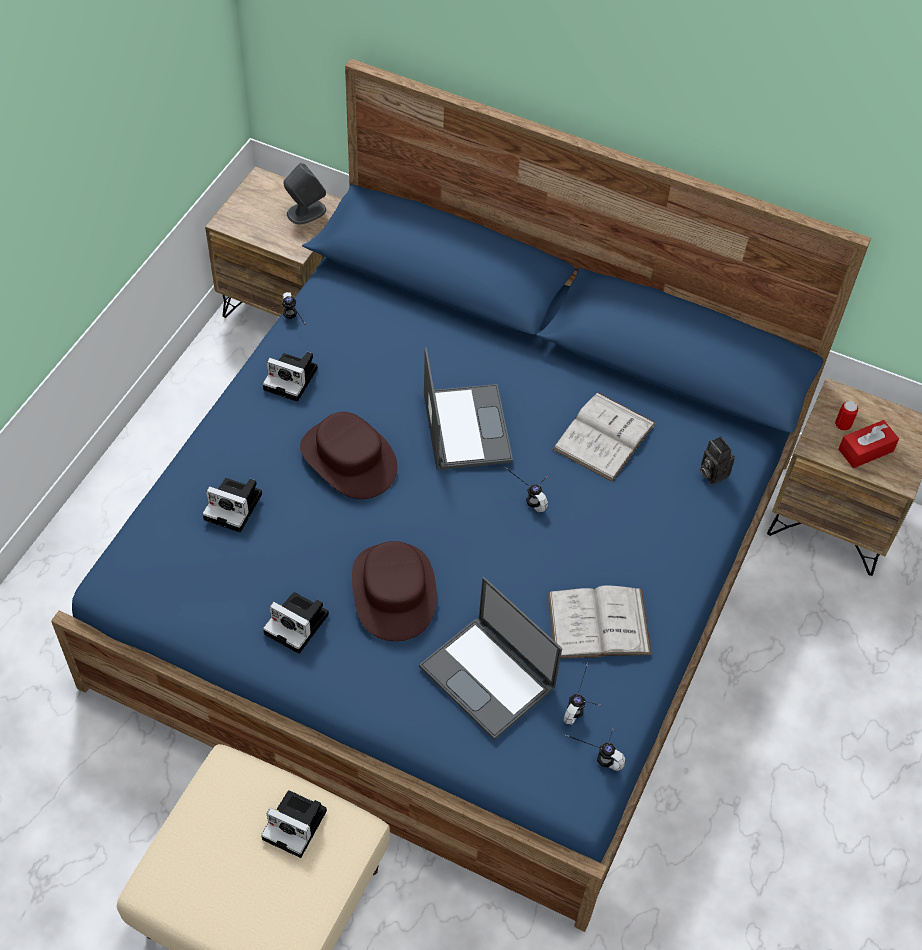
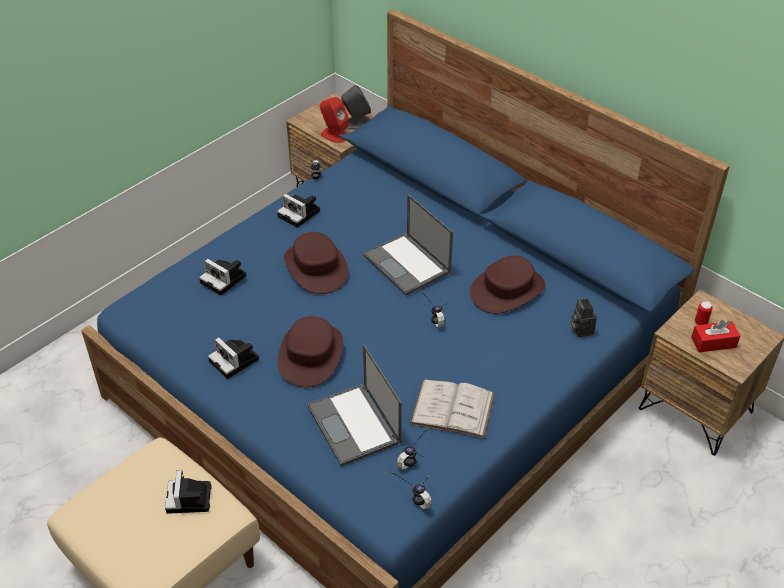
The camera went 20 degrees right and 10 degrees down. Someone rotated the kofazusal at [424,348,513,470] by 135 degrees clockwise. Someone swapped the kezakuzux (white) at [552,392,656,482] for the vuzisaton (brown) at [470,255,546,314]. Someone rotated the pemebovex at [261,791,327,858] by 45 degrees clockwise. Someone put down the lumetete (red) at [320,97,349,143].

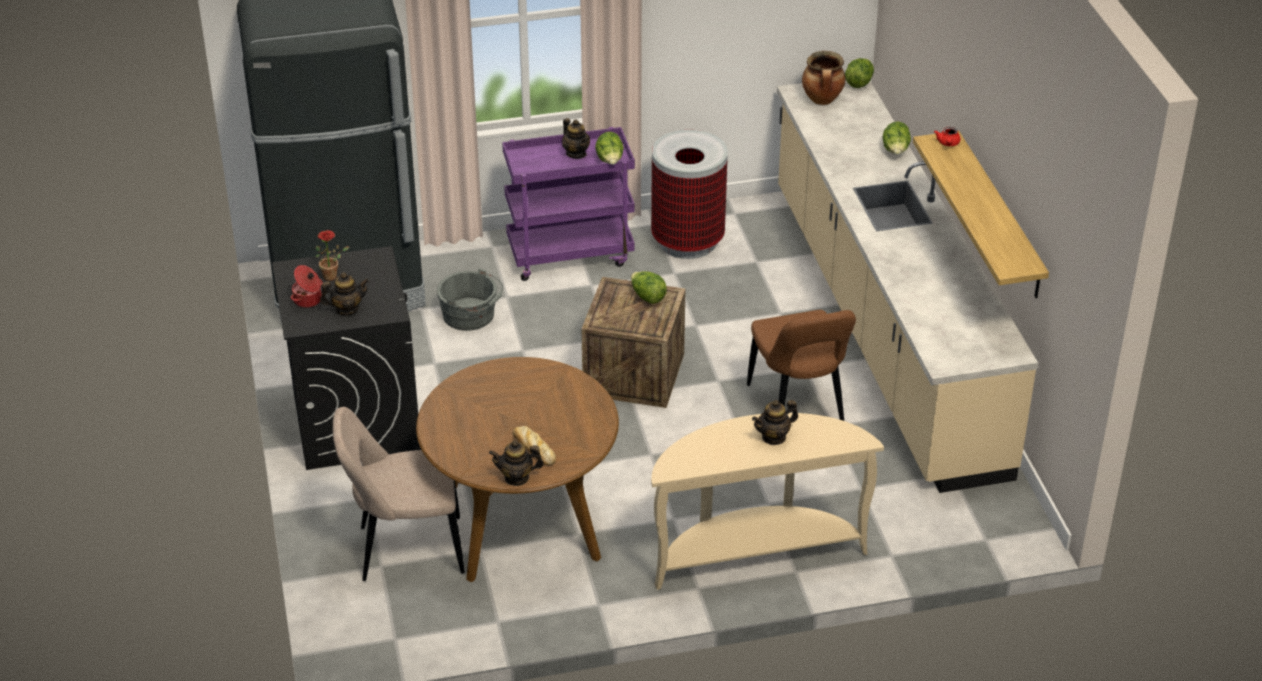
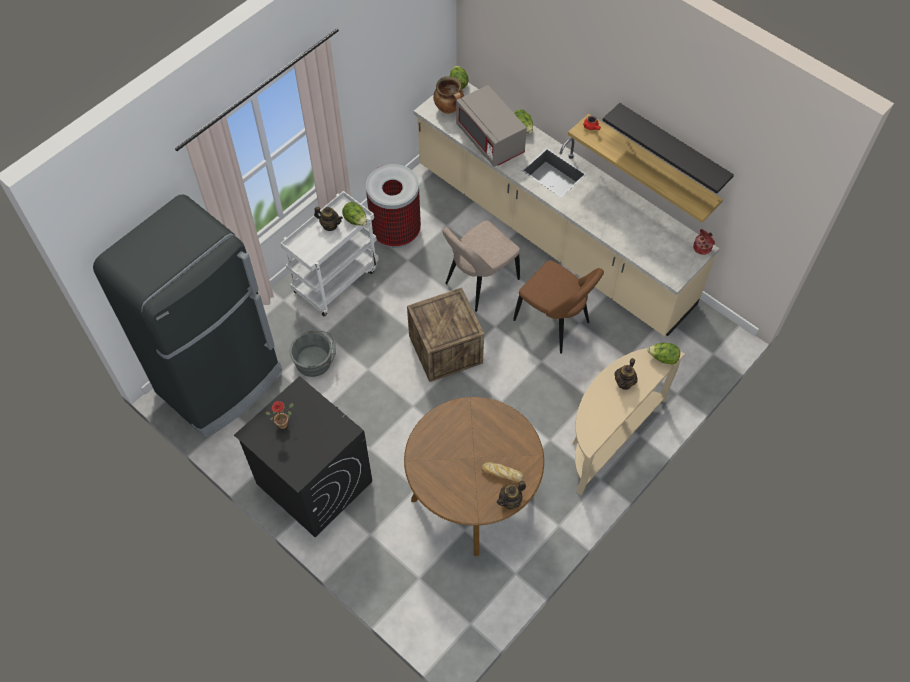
The camera went 35 degrees left and 20 degrees up. Someone repainted the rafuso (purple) at [502,127,635,281], which became the rafuso (white) at [280,191,379,316]. Someone carried the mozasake from [291,265,323,308] to [693,229,715,255]. Someone carried the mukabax from [631,271,667,304] to [647,343,680,365]. Someone took away the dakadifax at [320,272,369,316]. Someone carried the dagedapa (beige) from [333,407,465,581] to [442,221,520,312]. Someone put down the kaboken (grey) at [456,85,527,167]. Someone put up the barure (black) at [603,103,734,194].

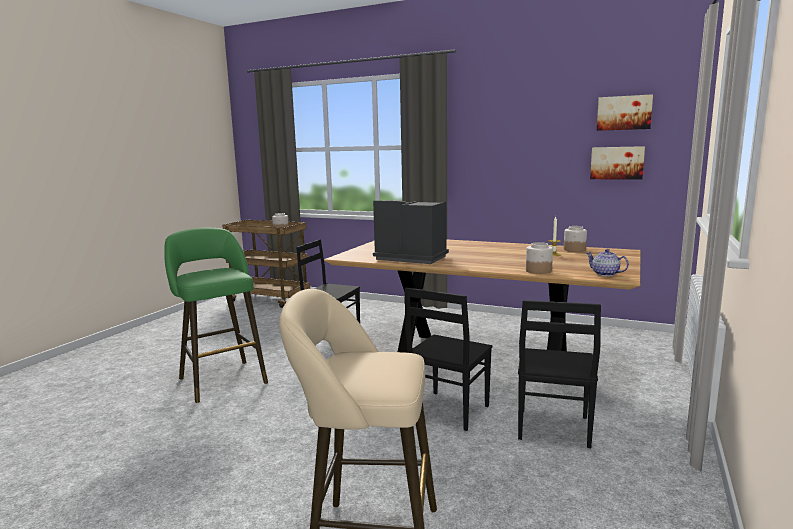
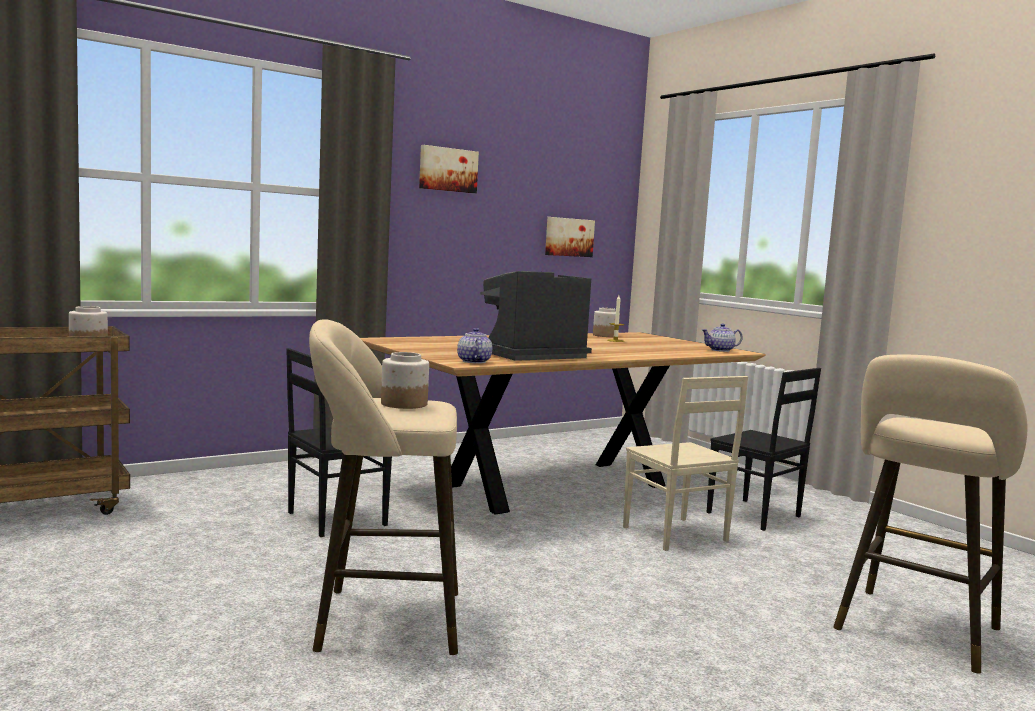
The camera went 60 degrees left and 5 degrees down. Someone carried the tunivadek from [597,94,653,131] to [419,145,479,193]. Someone repainted the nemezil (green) at [164,228,268,403], which became the nemezil (beige) at [309,319,458,655]. Someone carried the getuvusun from [526,242,553,274] to [381,352,429,409]. Someone repainted the dagedapa (black) at [405,287,492,431], which became the dagedapa (beige) at [623,376,748,551]. Someone put down the dakadifax at [457,328,492,363].

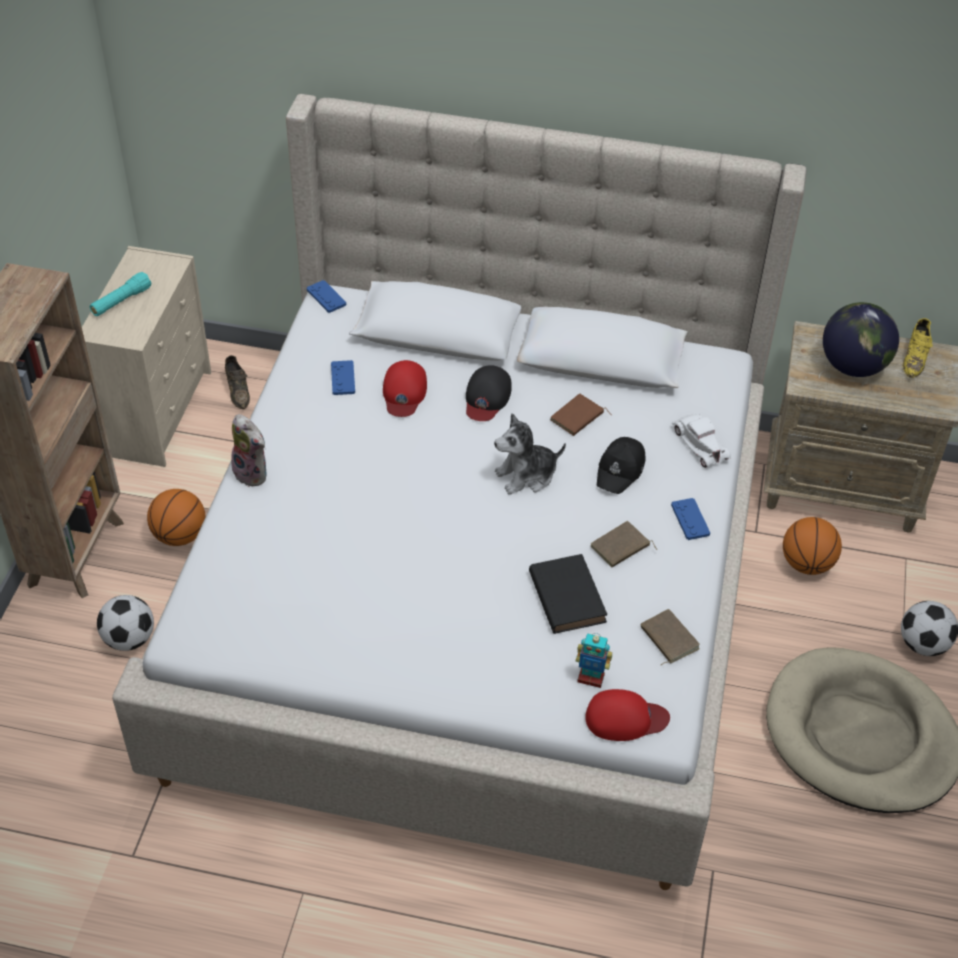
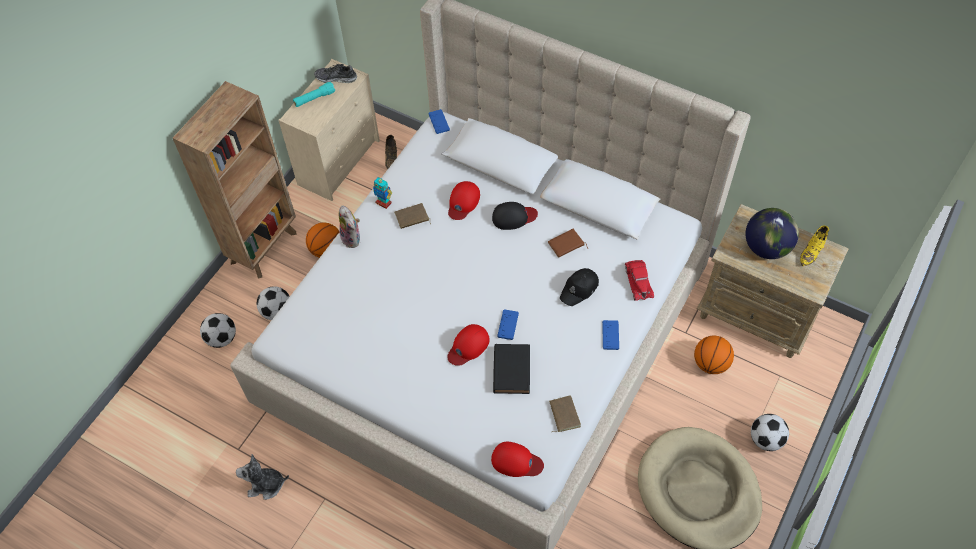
The camera went 20 degrees right and 10 degrees up. Someone carried the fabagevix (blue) from [331,360,355,395] to [497,309,519,340]. Someone rotated the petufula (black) at [466,365,512,421] by 135 degrees counterclockwise. Someone carried the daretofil from [494,413,566,495] to [236,454,289,500]. Someone repainted the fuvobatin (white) at [672,414,731,468], which became the fuvobatin (red) at [625,260,654,301]. Someone carried the kezakuzux (brown) from [590,521,657,568] to [394,203,431,229]. Someone carried the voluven from [575,633,612,688] to [373,177,392,209]. Someone put down the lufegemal at [314,64,357,83]. Someone put down the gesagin at [200,313,236,348]. Someone put down the petufula (red) at [447,324,490,366].

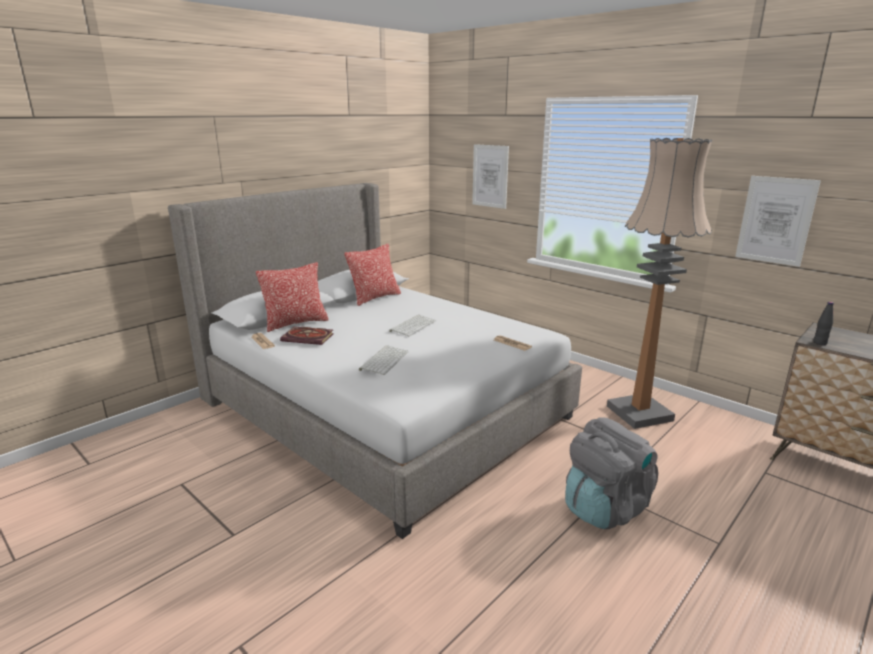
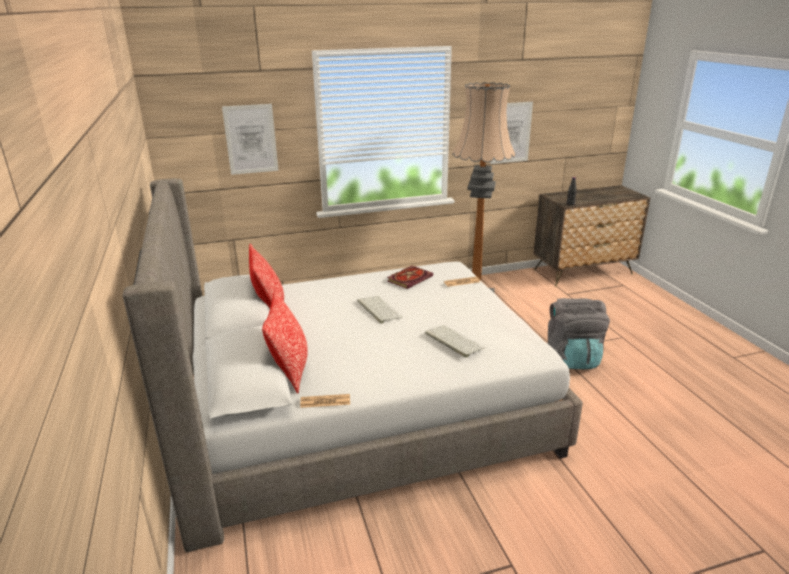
The camera went 60 degrees left and 5 degrees up. Someone carried the kezakuzux from [280,326,334,345] to [387,266,433,289].

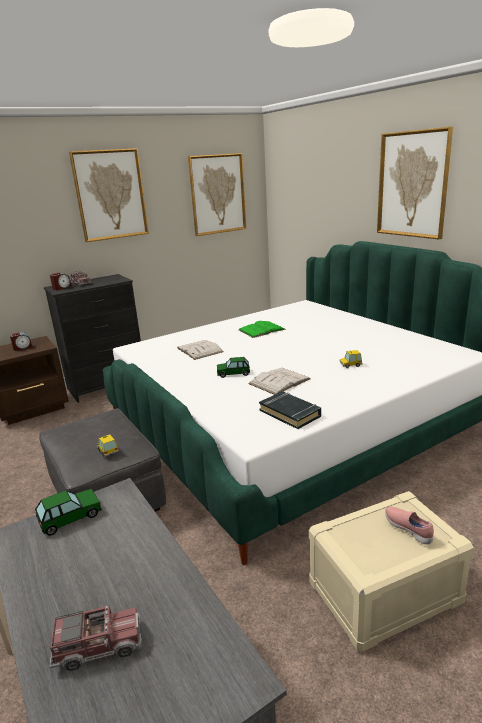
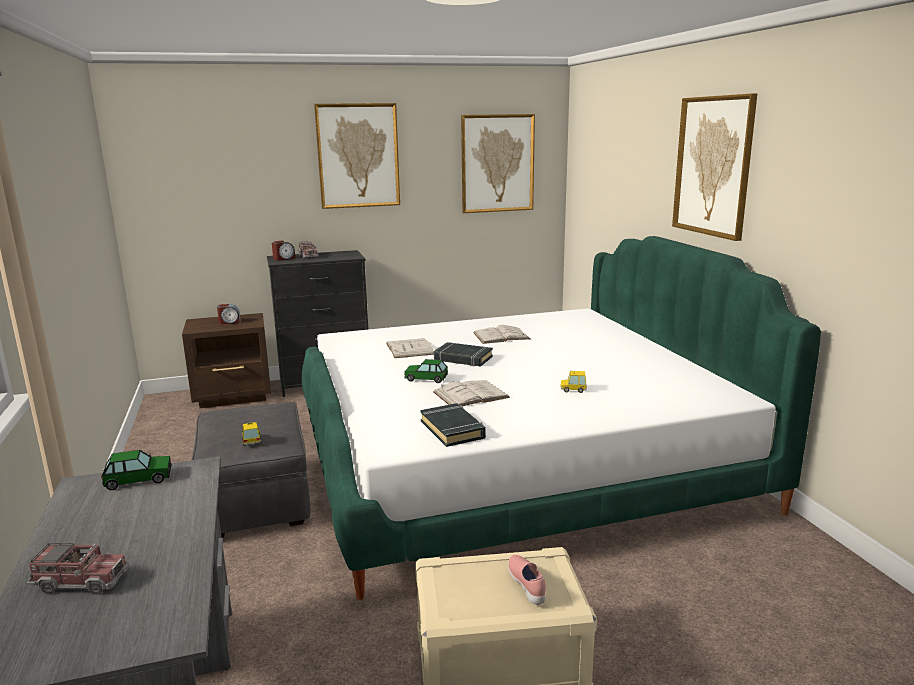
The camera went 15 degrees right and 5 degrees down. Someone repainted the kezakuzux (green) at [239,321,286,338], which became the kezakuzux (white) at [473,325,530,344]. Someone put down the kezakuzux (black) at [434,342,493,367].

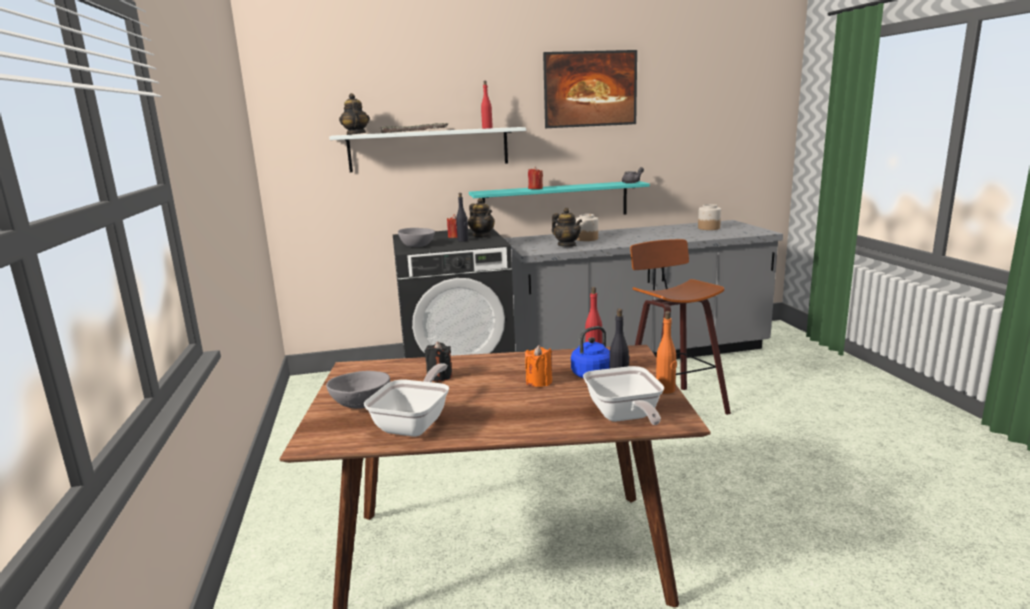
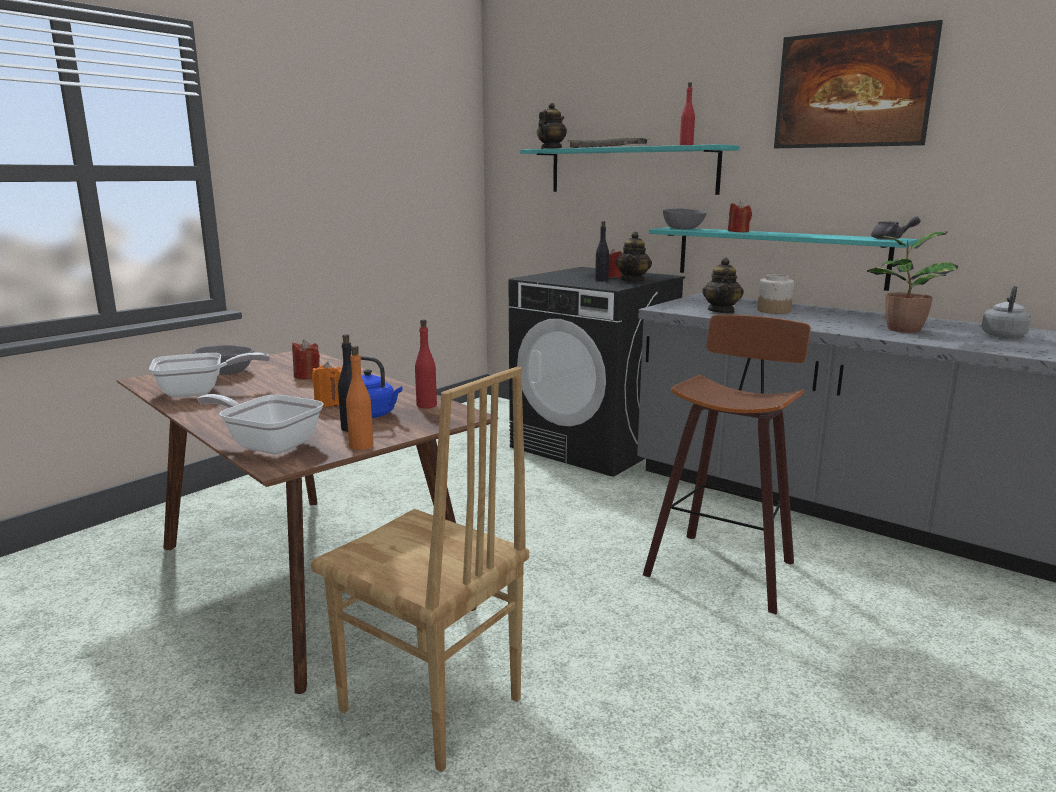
The camera went 50 degrees right and 0 degrees up. Someone repainted the barure (white) at [329,127,526,172], which became the barure (turquoise) at [520,144,739,195]. Someone swapped the getuvusun at [698,204,721,230] for the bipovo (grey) at [981,286,1031,338]. Someone carried the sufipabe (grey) from [398,228,435,247] to [663,209,707,229]. Someone repainted the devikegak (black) at [425,342,452,381], which became the devikegak (red) at [292,339,320,379]. Someone rotated the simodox at [583,366,664,425] by 75 degrees clockwise. Someone put down the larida at [867,231,958,333]. Someone put down the dagedapa (brown) at [311,366,529,772].

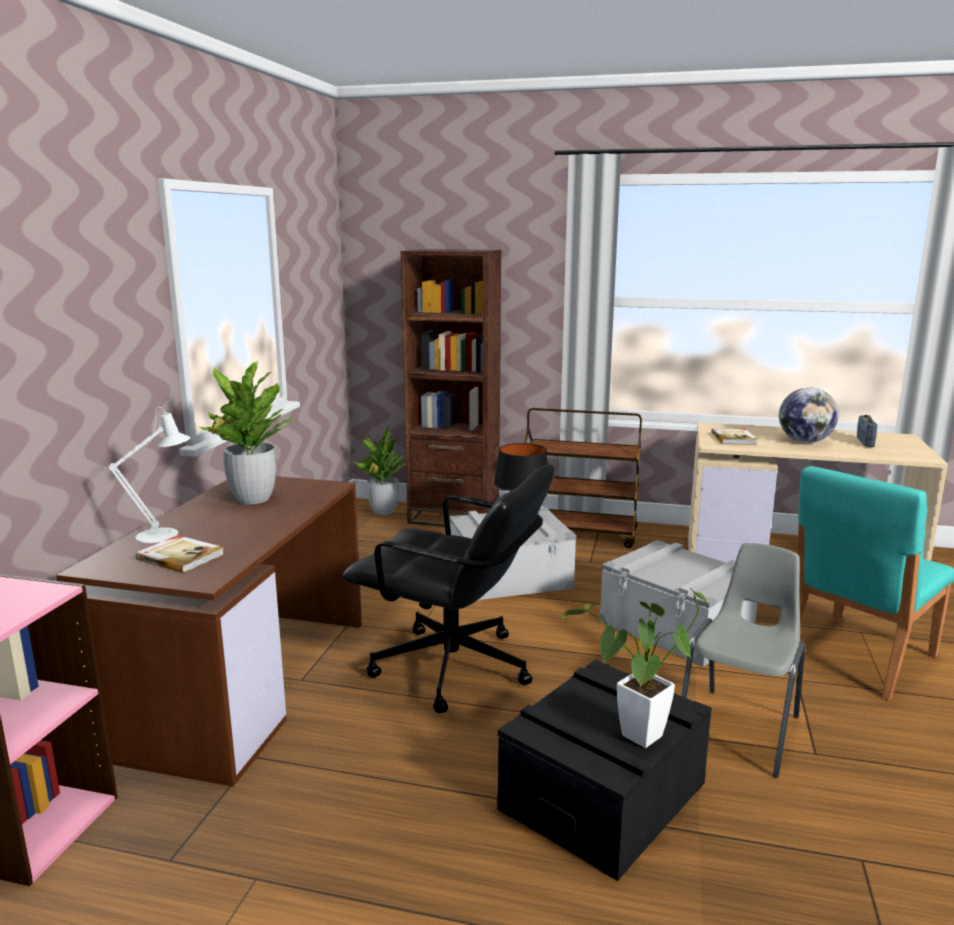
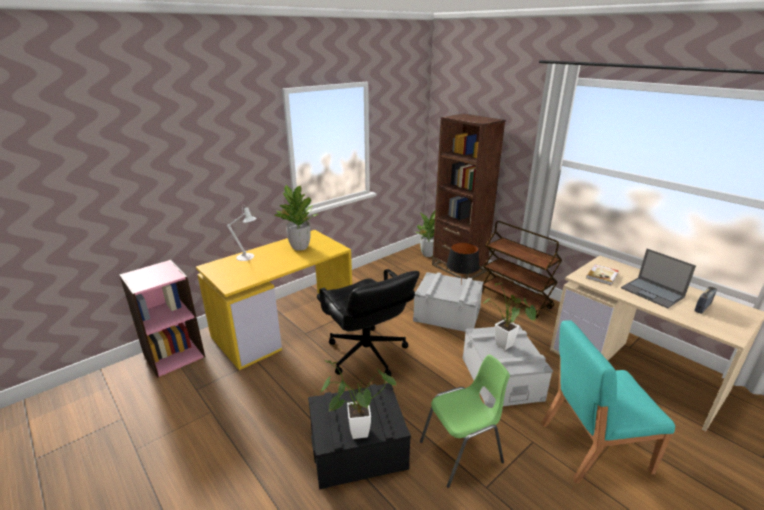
The camera went 35 degrees right and 10 degrees up. Someone swapped the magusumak at [779,387,839,443] for the kofazusal at [621,249,696,308]. Someone repainted the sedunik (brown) at [56,476,362,787], which became the sedunik (yellow) at [196,230,352,370]. Someone took away the kezakuzux at [135,535,224,573]. Someone repainted the dagedapa (grey) at [681,543,806,778], which became the dagedapa (green) at [420,355,510,488]. Someone put down the larida at [483,283,536,350].

